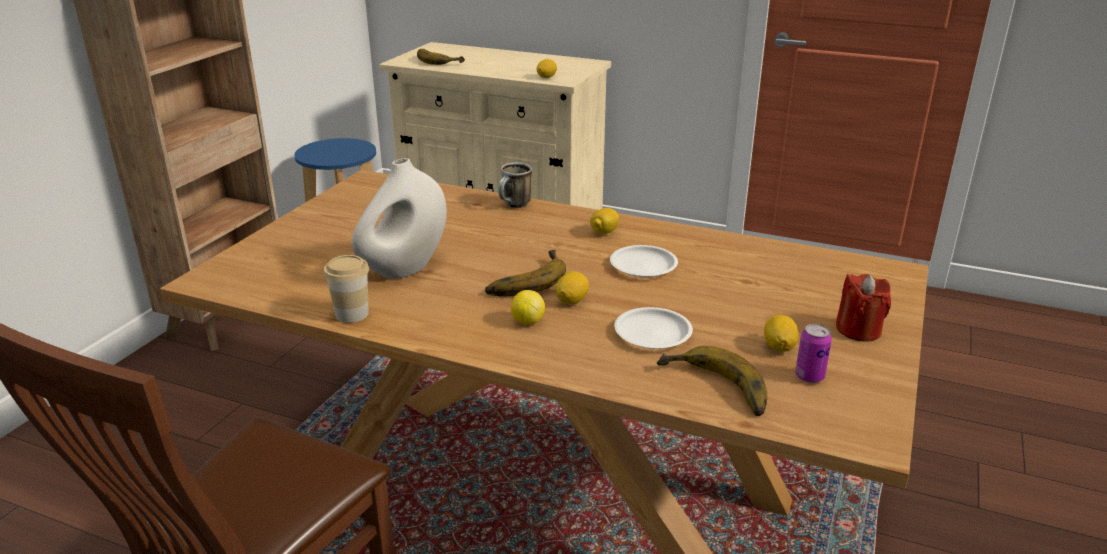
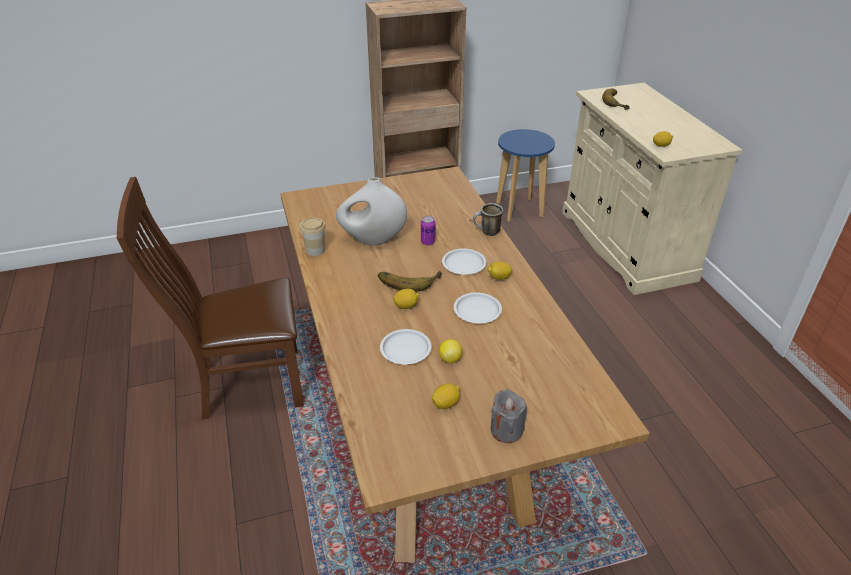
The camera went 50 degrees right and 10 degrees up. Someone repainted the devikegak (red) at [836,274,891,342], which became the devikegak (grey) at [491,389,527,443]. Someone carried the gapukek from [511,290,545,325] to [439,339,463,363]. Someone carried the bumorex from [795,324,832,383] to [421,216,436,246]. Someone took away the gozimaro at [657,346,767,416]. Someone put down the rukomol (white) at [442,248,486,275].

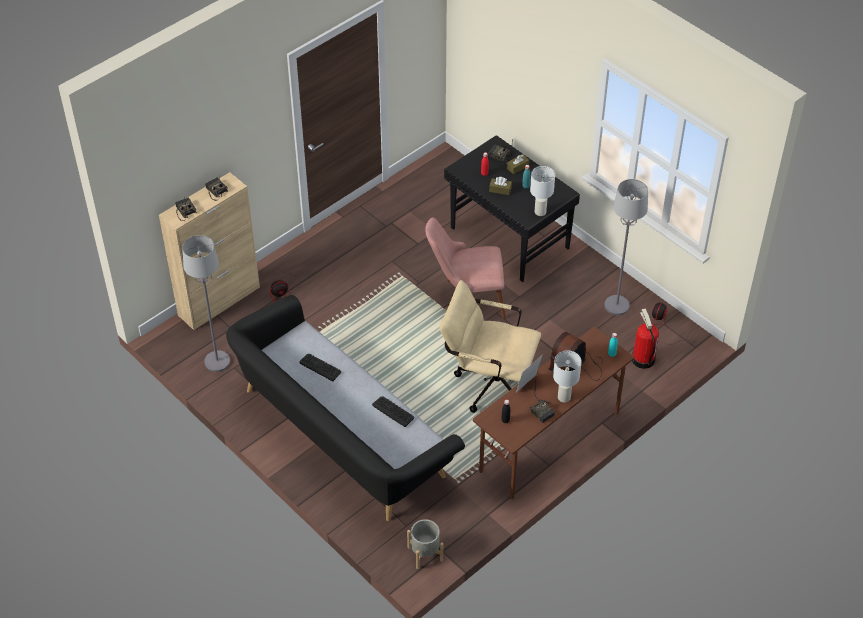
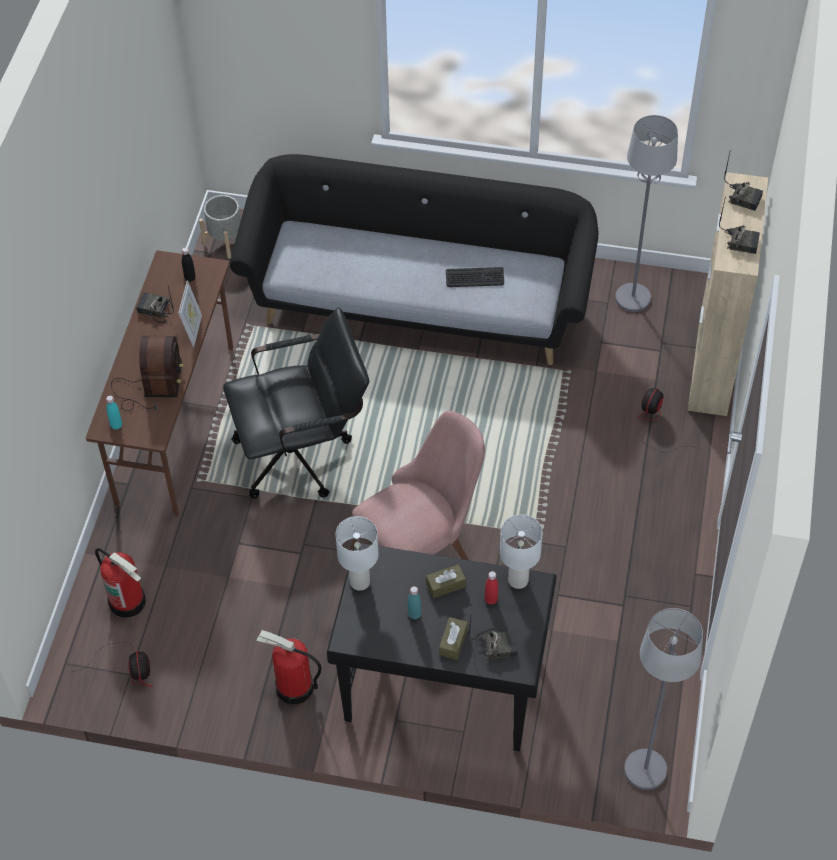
The camera went 145 degrees right and 5 degrees up. Someone carried the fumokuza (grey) from [604,179,648,315] to [624,608,703,790]. Someone repainted the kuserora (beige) at [439,280,541,413], which became the kuserora (black) at [223,307,369,499]. Someone carried the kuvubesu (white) from [553,350,582,403] to [500,514,543,589]. Someone took away the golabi at [372,396,414,427]. Someone put down the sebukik at [256,630,322,704].

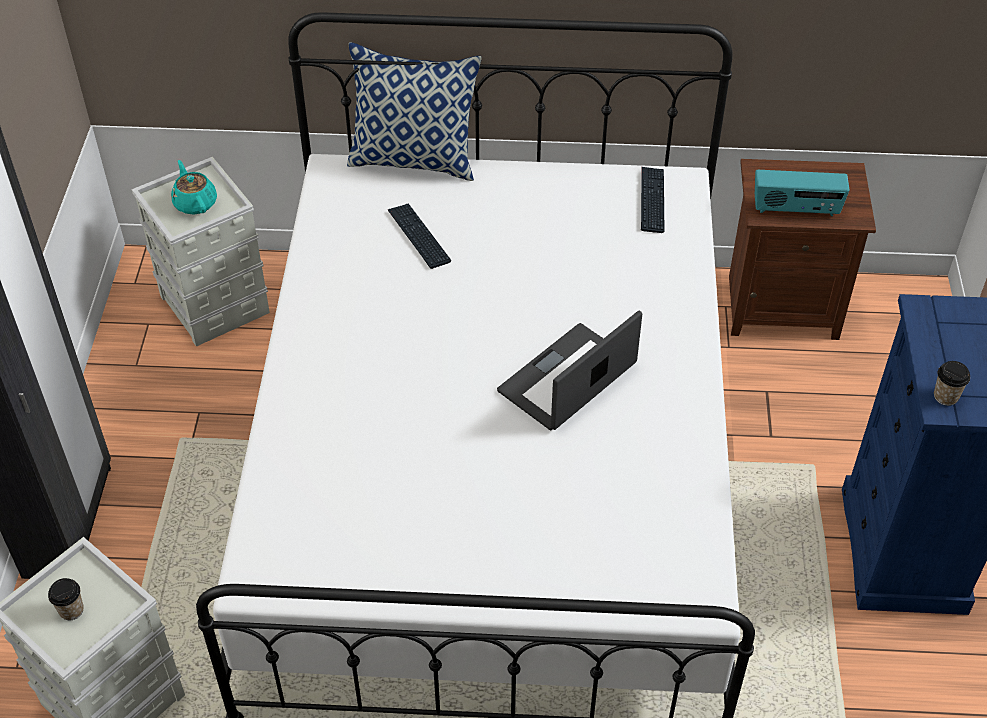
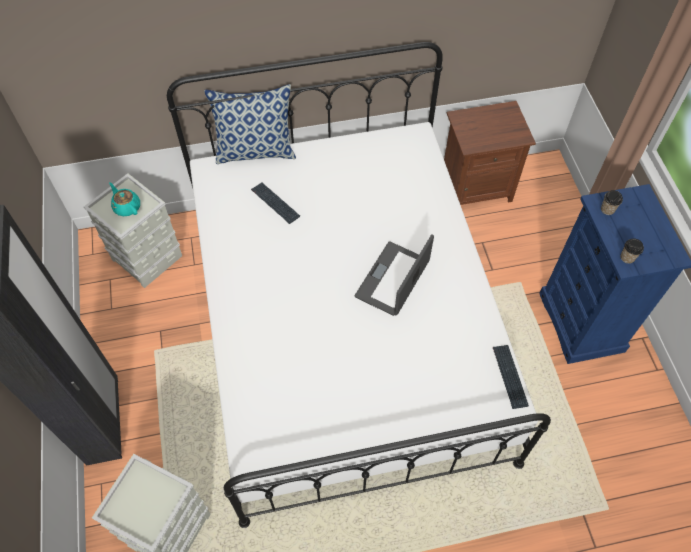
The camera went 15 degrees left and 10 degrees up. Someone carried the golabi from [641,167,665,233] to [493,345,529,409]. Someone took away the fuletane at [755,170,849,216]. Someone carried the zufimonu from [48,578,84,620] to [601,190,623,215].

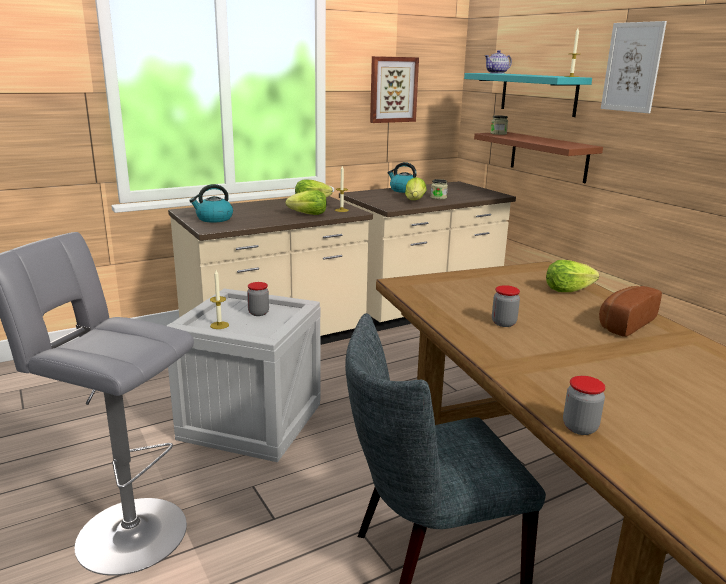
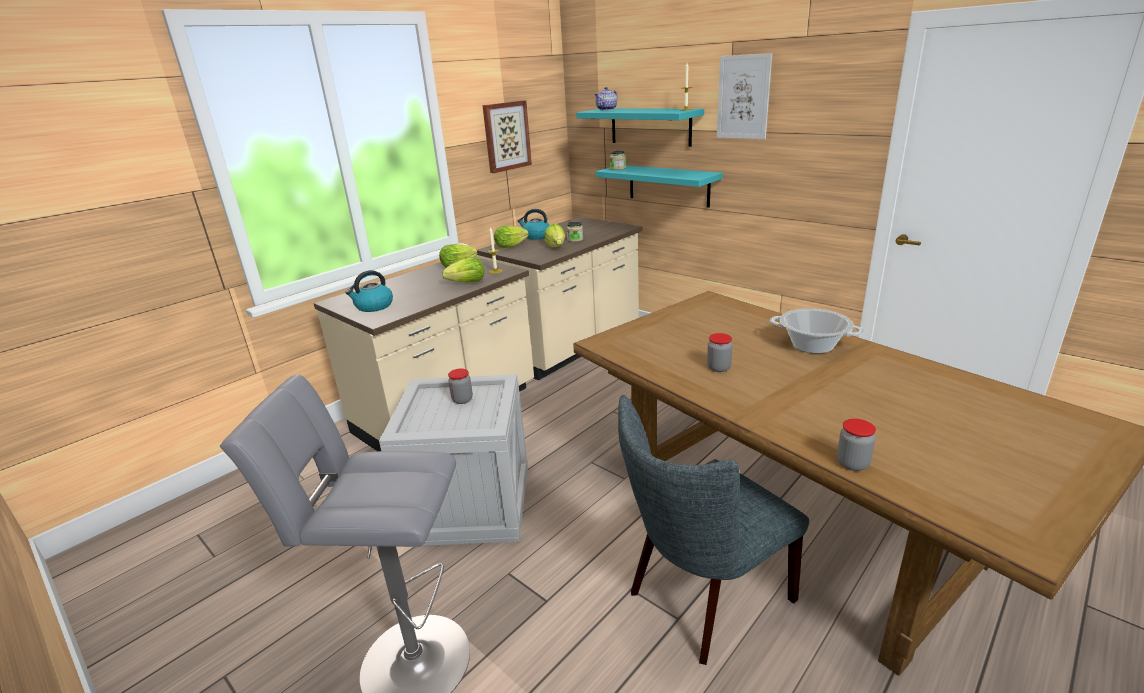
The camera went 15 degrees left and 5 degrees up. Someone repainted the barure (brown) at [474,132,603,183], which became the barure (turquoise) at [596,165,723,208]. Someone carried the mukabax from [546,260,599,292] to [494,226,529,248]. Someone took away the devikegak at [210,270,229,329]. Someone swapped the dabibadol at [599,286,662,337] for the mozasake at [770,308,864,353].

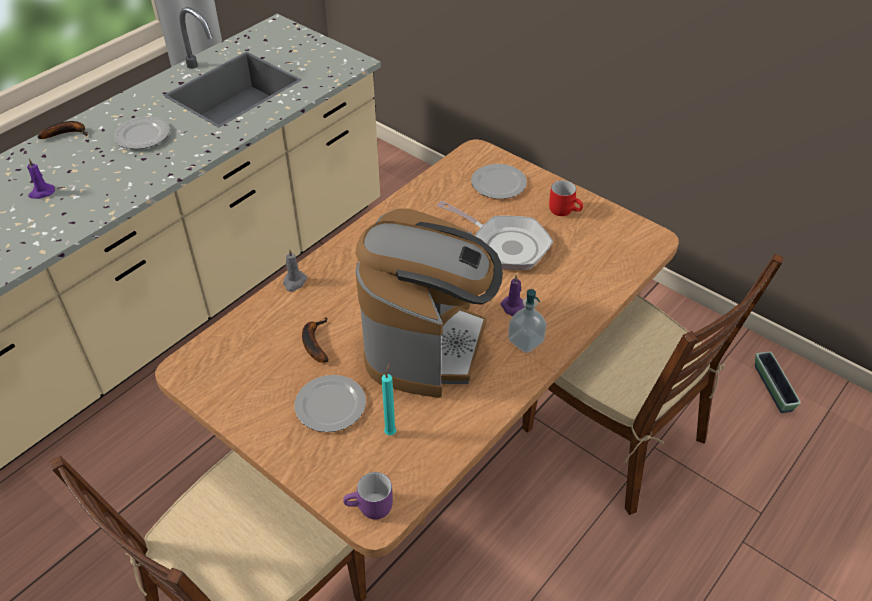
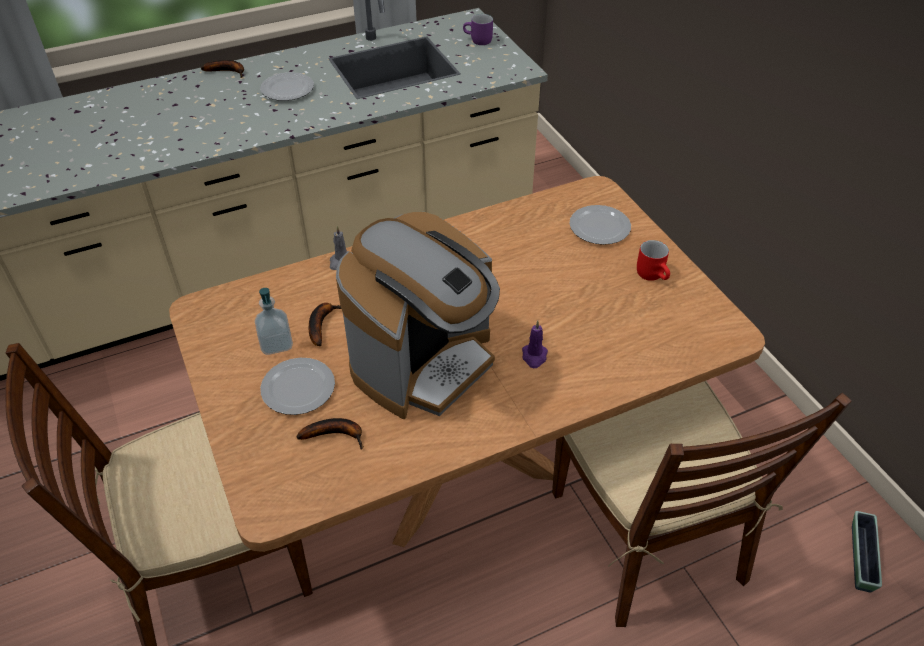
The camera went 25 degrees right and 0 degrees up. Someone took away the devikegak (purple) at [27,159,55,199]. Someone took away the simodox at [437,201,553,270]. Someone carried the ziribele from [508,289,547,353] to [255,288,293,355]. Someone swapped the devikegak (turquoise) at [382,363,396,435] for the gozimaro at [296,418,363,450]. Someone carried the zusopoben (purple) from [343,472,393,520] to [463,14,493,45].

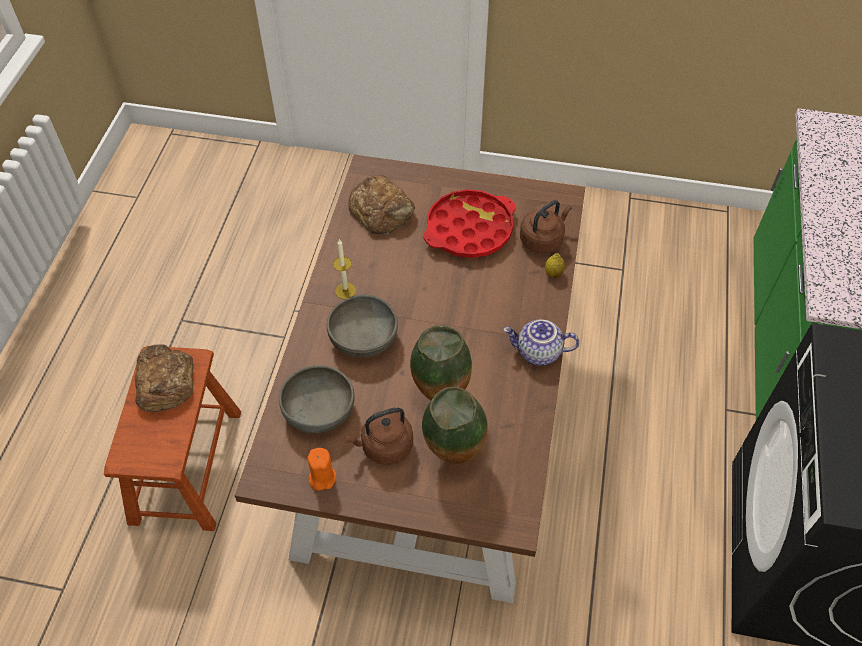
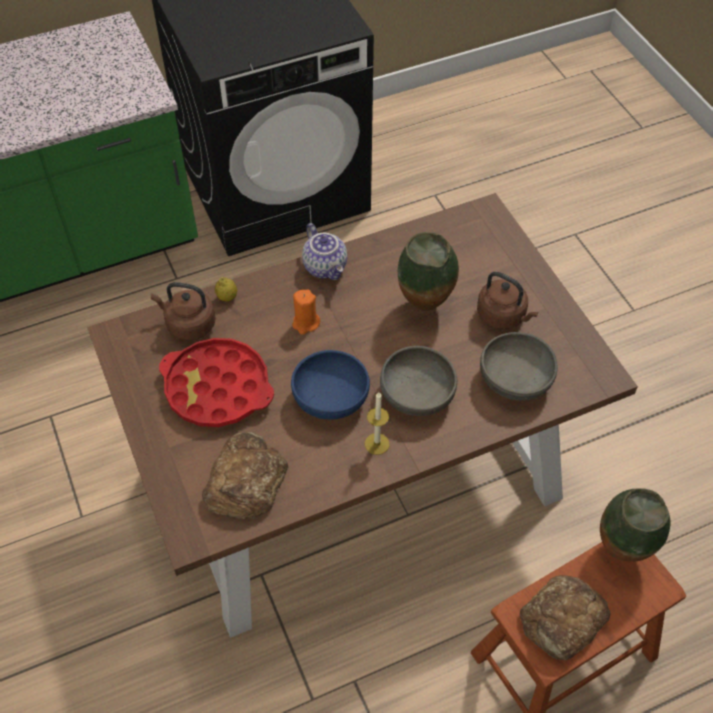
The camera went 125 degrees left and 0 degrees up. Someone carried the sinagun from [422,387,488,464] to [600,488,671,562]. Someone carried the devikegak (orange) from [307,448,336,491] to [292,289,320,335]. Someone put down the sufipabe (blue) at [291,350,370,420].

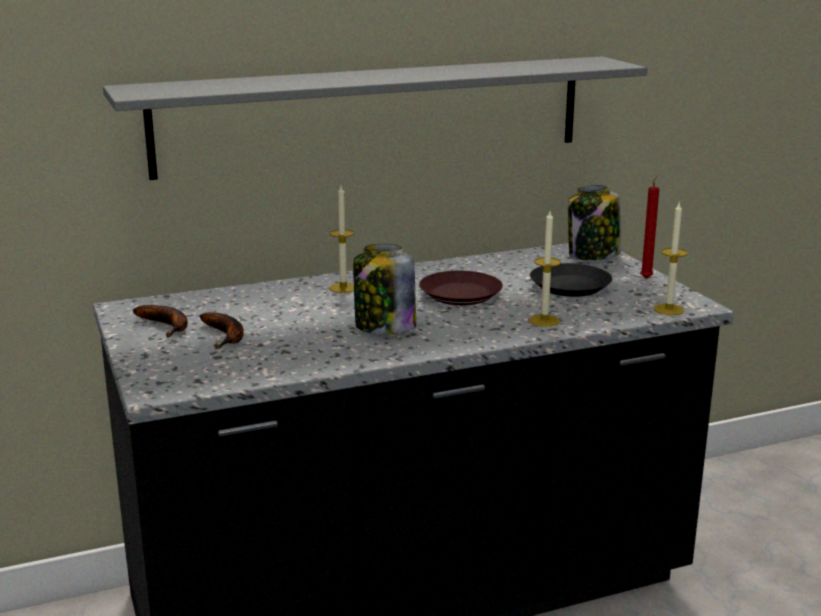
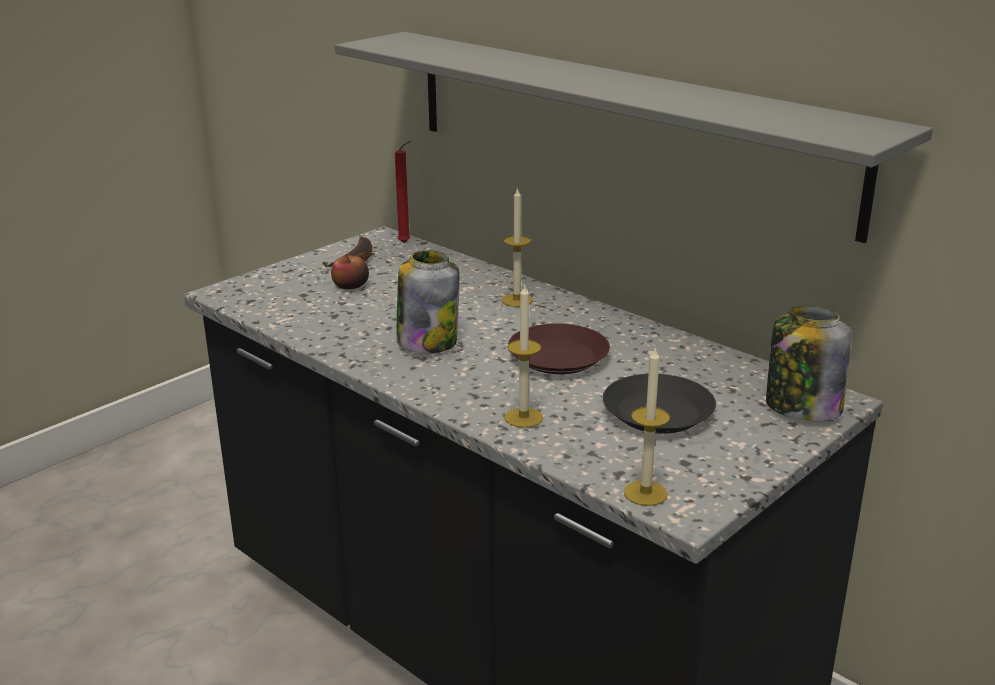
The camera went 65 degrees right and 5 degrees up. Someone carried the devikegak (red) from [640,175,659,279] to [395,141,411,243]. Someone swapped the gozimaro at [200,312,244,349] for the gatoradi at [331,256,369,289].

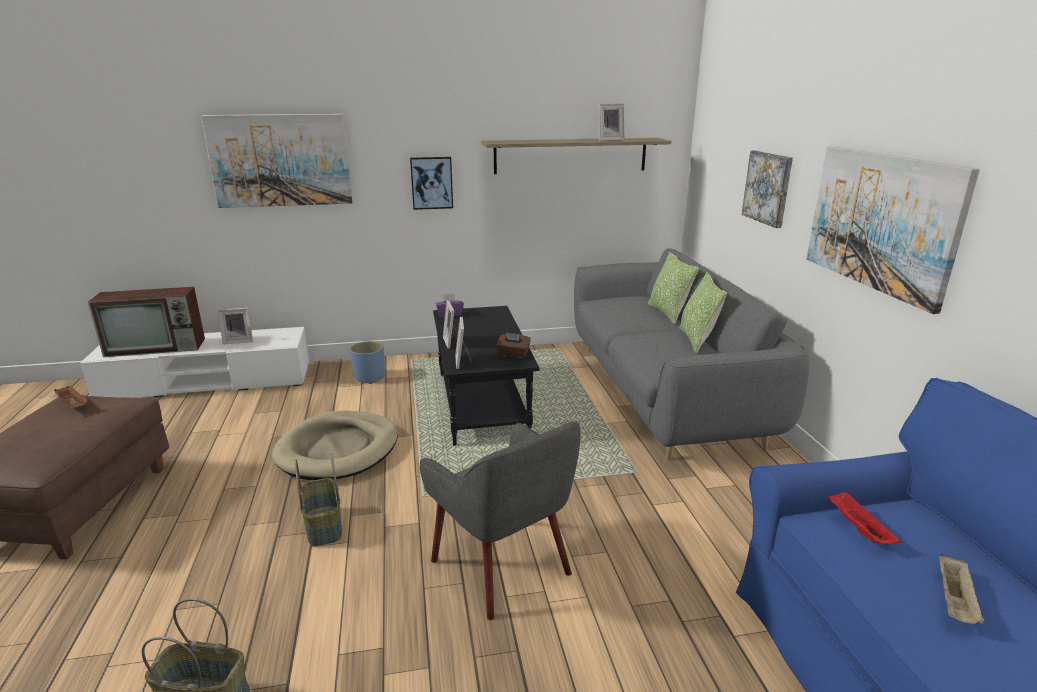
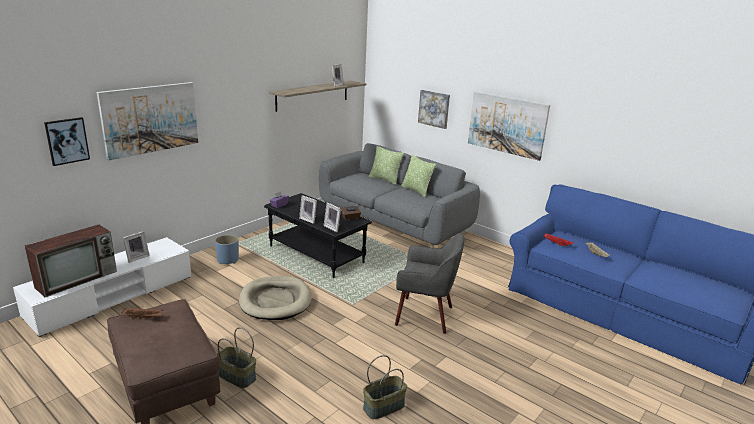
The camera went 40 degrees left and 0 degrees up. Someone carried the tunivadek from [410,157,453,210] to [44,117,90,166]. Someone carried the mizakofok from [295,453,342,546] to [217,327,256,388].

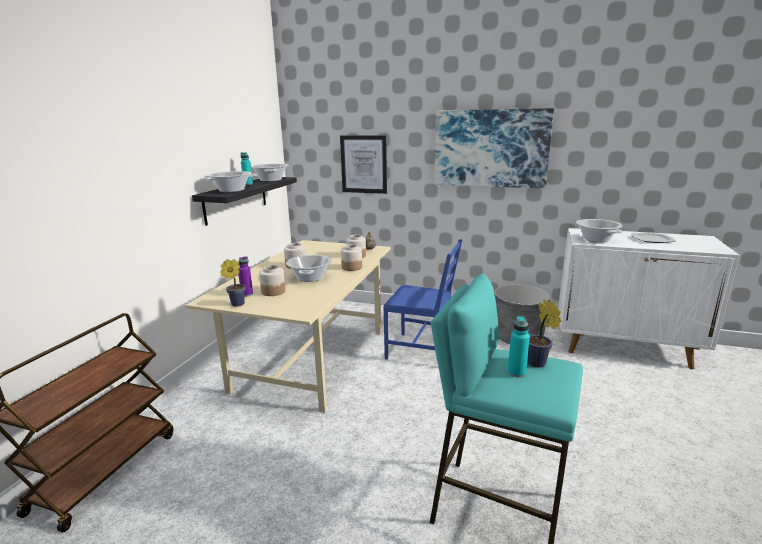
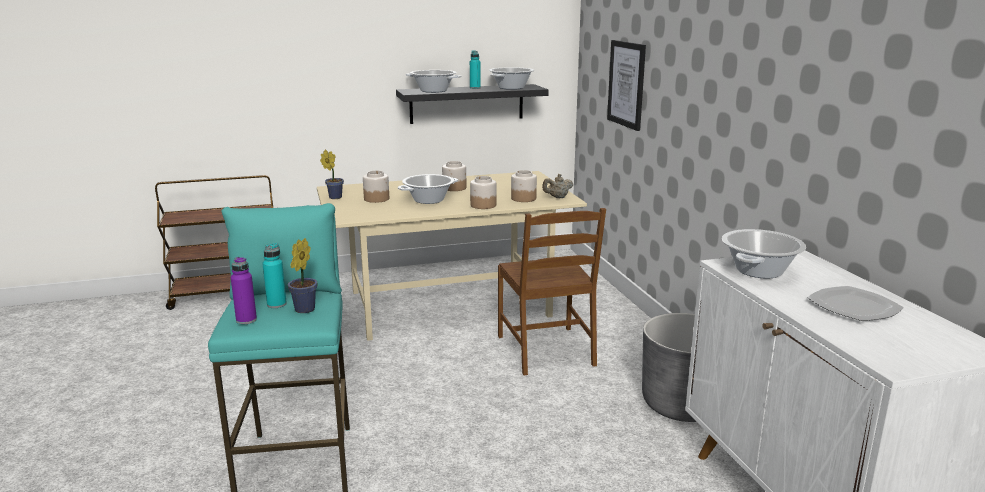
The camera went 55 degrees right and 0 degrees up. Someone took away the tunivadek at [434,108,554,188]. Someone repainted the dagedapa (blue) at [384,239,463,359], which became the dagedapa (brown) at [498,208,606,375]. Someone carried the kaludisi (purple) from [238,256,253,297] to [231,257,257,324].

